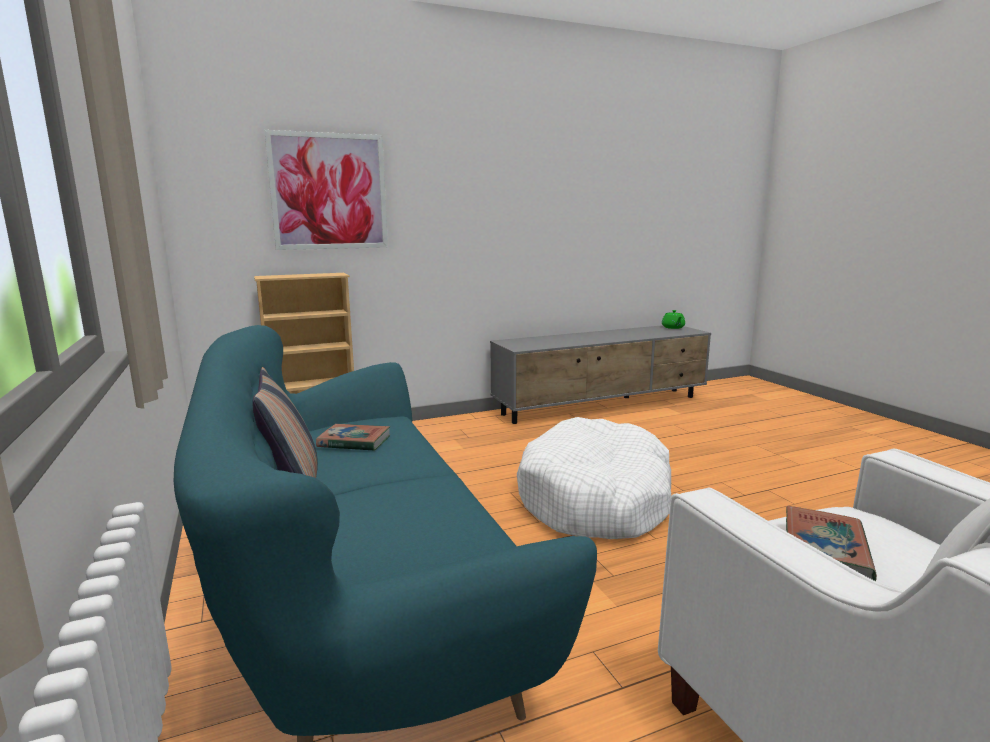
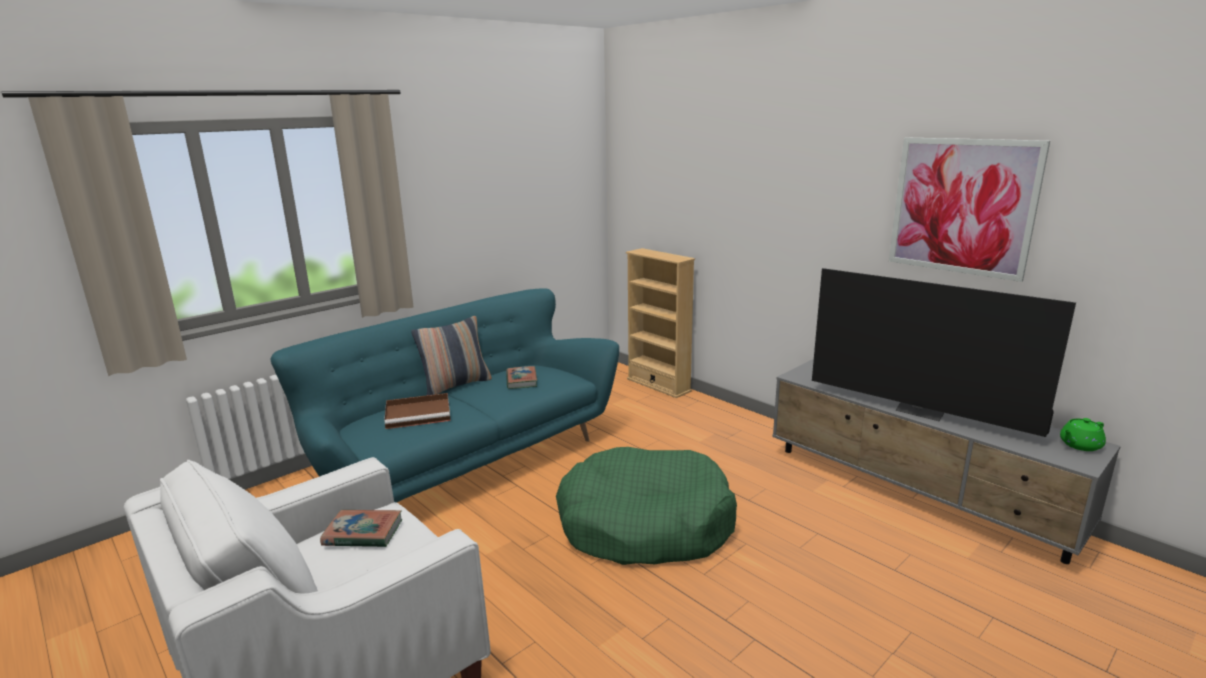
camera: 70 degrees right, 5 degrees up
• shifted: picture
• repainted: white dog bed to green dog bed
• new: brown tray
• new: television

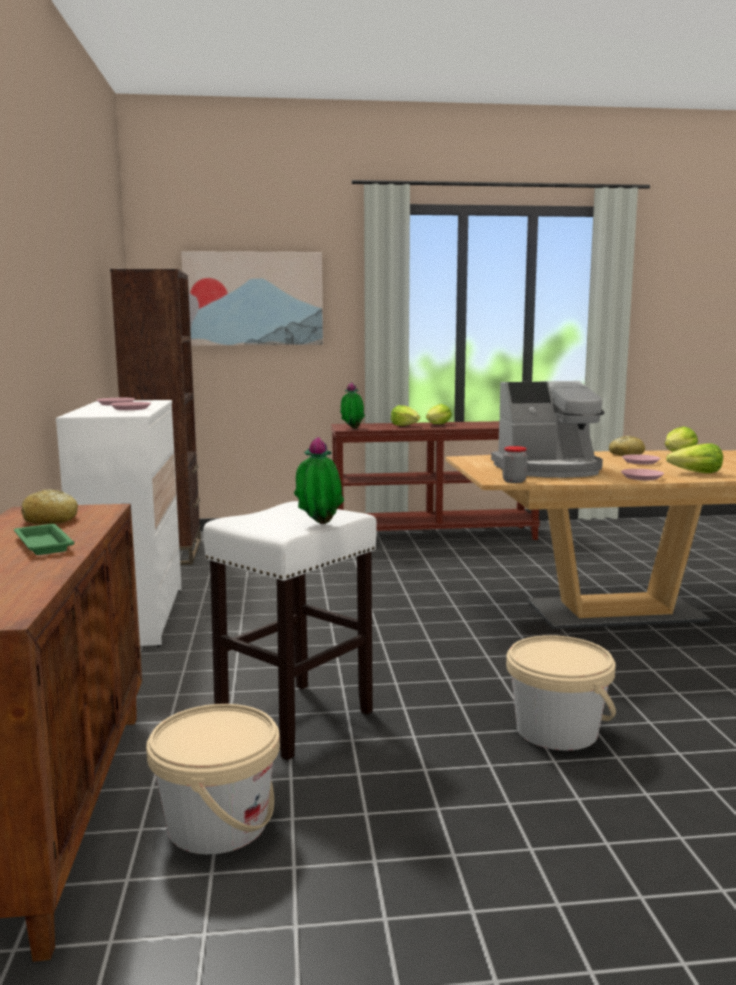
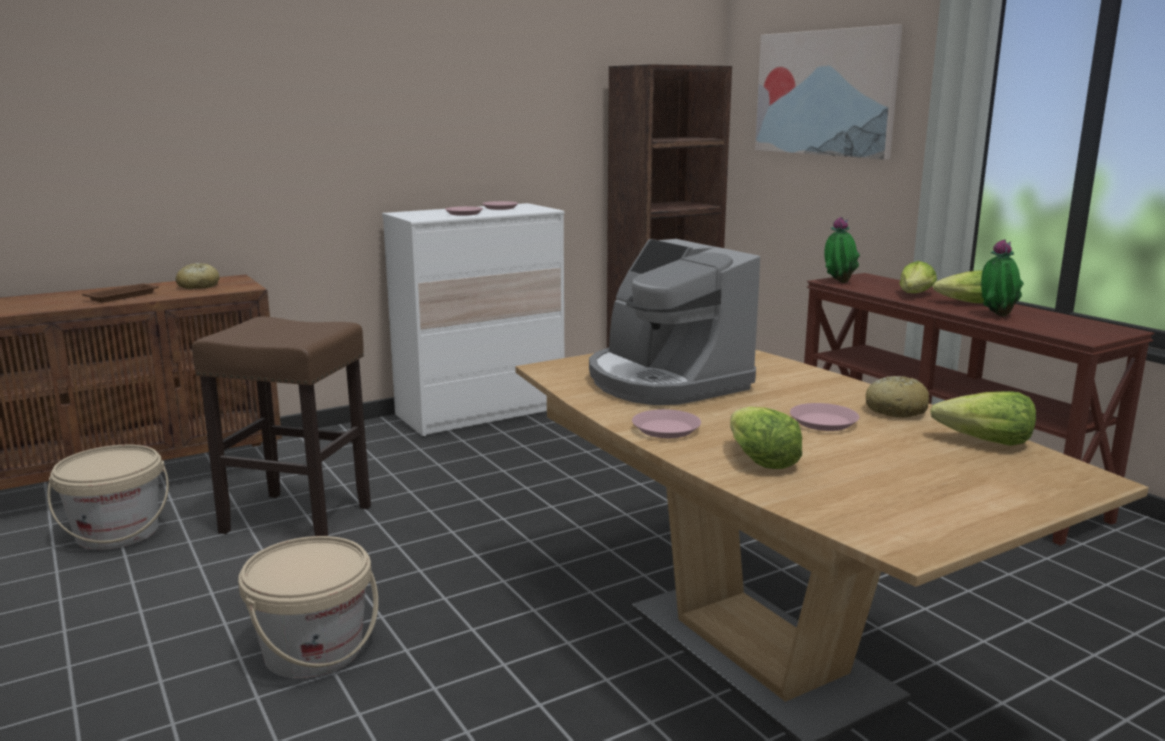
camera: 65 degrees right, 5 degrees up
• repainted: green tray to brown tray
• repainted: white stool to brown stool
• shifted: potted plant (no. 1 from left in the first image) to potted plant (no. 2 from left)
• gone: jar

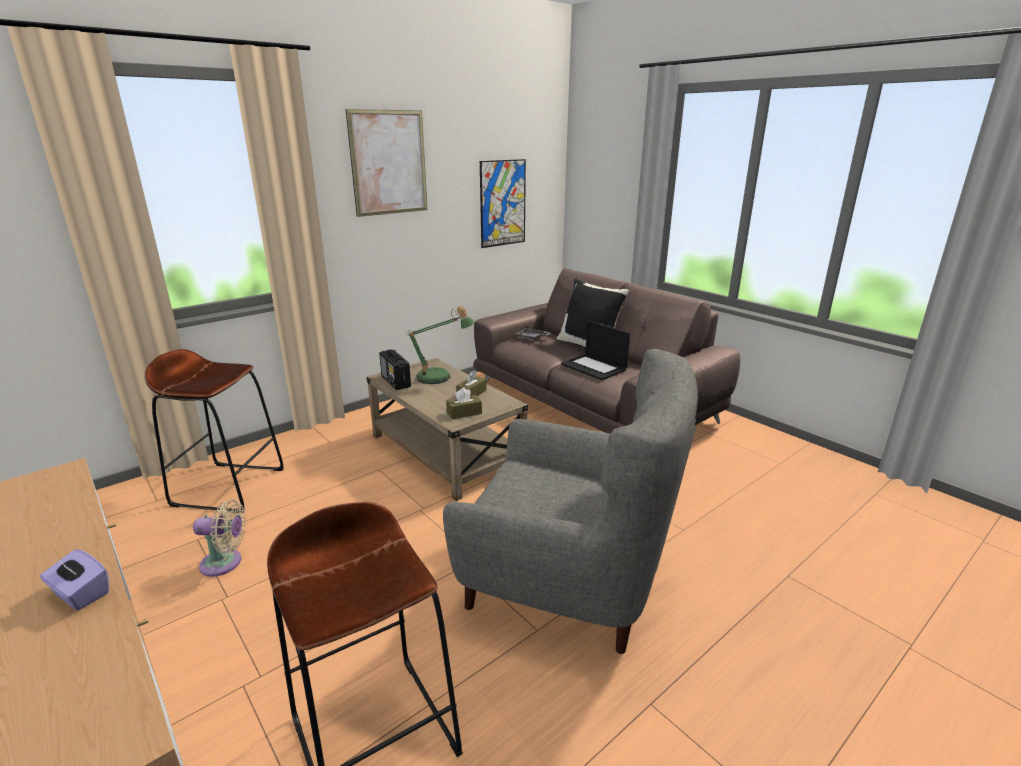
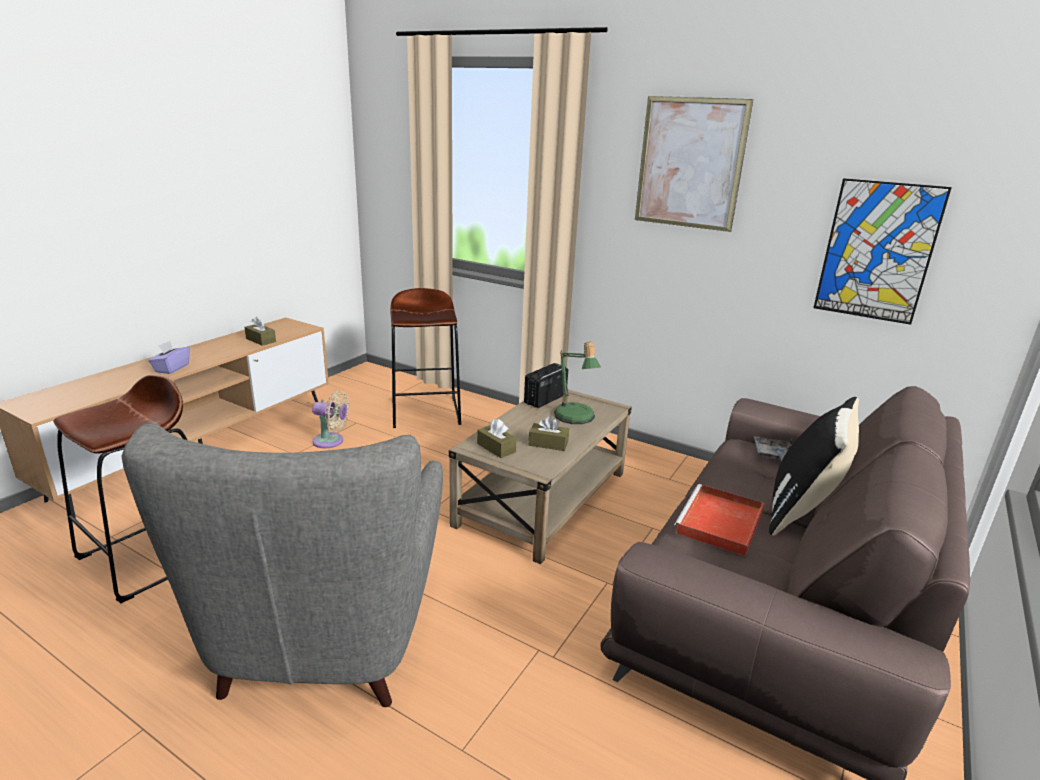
camera: 70 degrees right, 0 degrees up
• rotated: beige fan 60 degrees counterclockwise
• swapped: laptop to red tray
• new: brown tissue box (no. 1 from left)

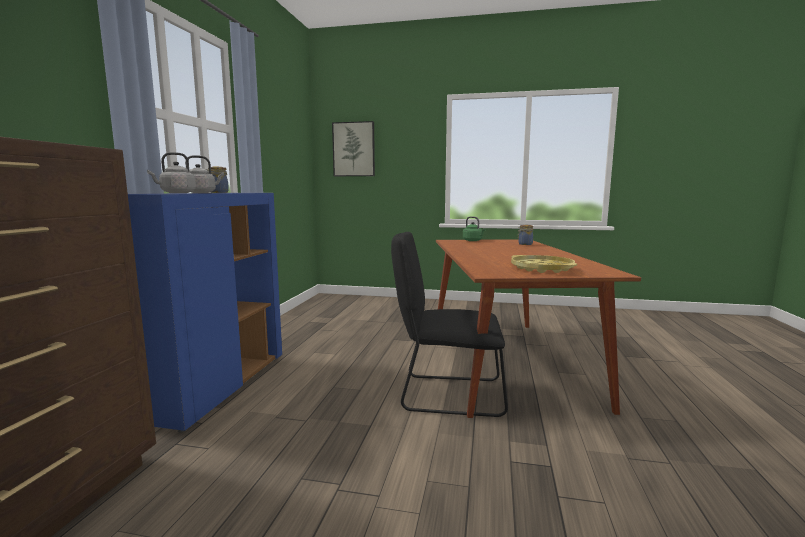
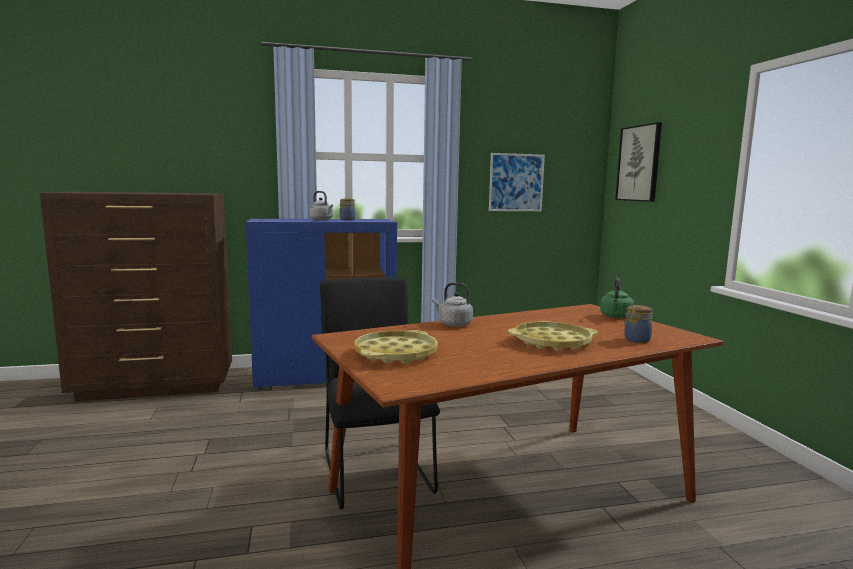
camera: 65 degrees right, 0 degrees up
• shifted: grey kettle (no. 1 from left in the first image) to grey kettle (no. 2 from left)
• new: picture (no. 1 from left)
• new: yellow tray (no. 2 from left)

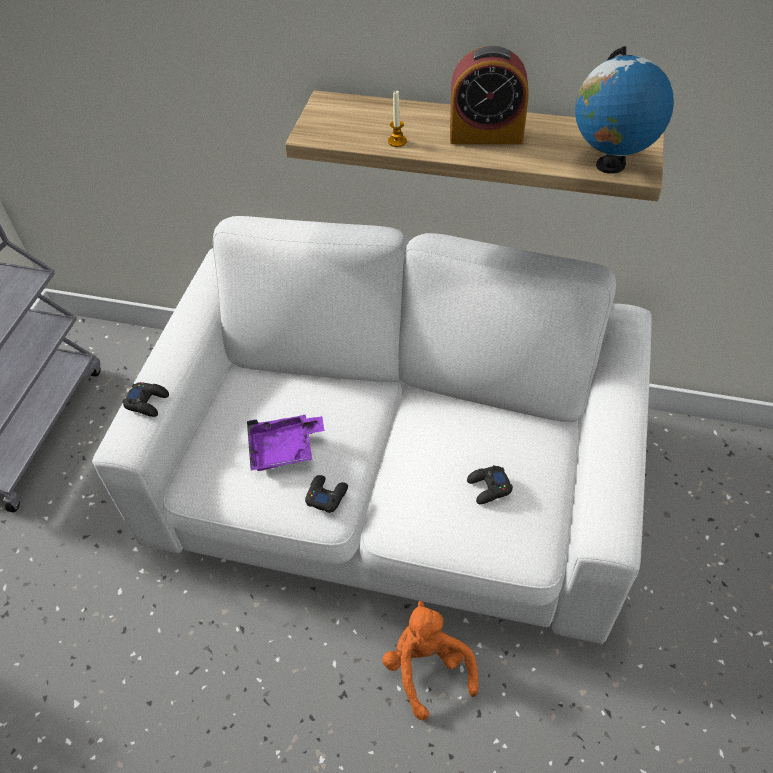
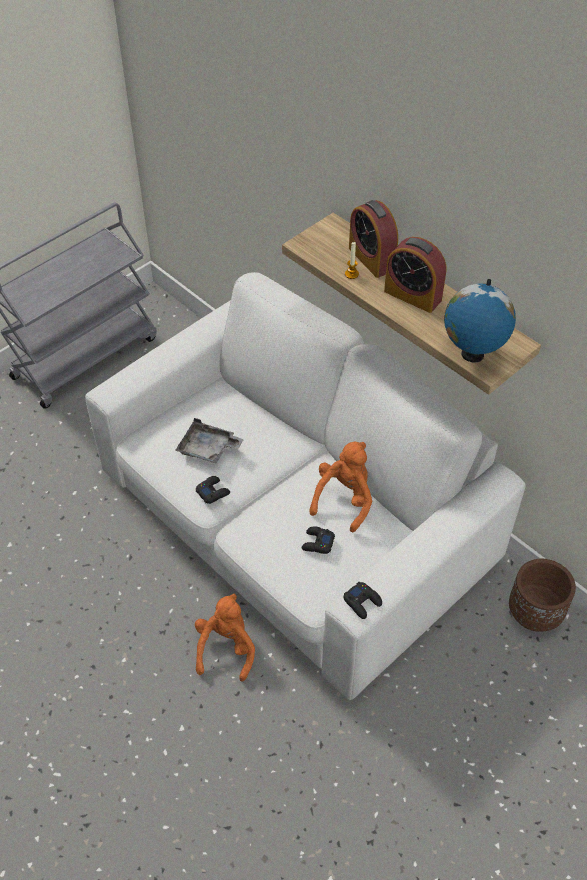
camera: 30 degrees right, 0 degrees up
• shifted: black game controller (no. 1 from left in the first image) to black game controller (no. 3 from left)
• repainted: purple tray to grey tray
• new: orange plush toy (no. 2 from left)
• new: alarm clock (no. 1 from left)
• new: brown planter

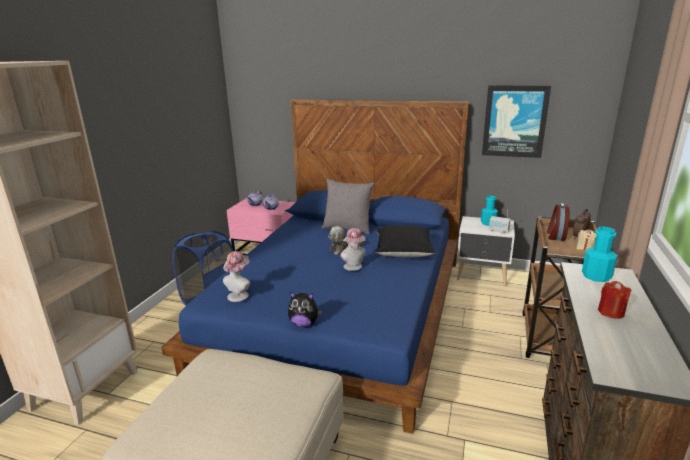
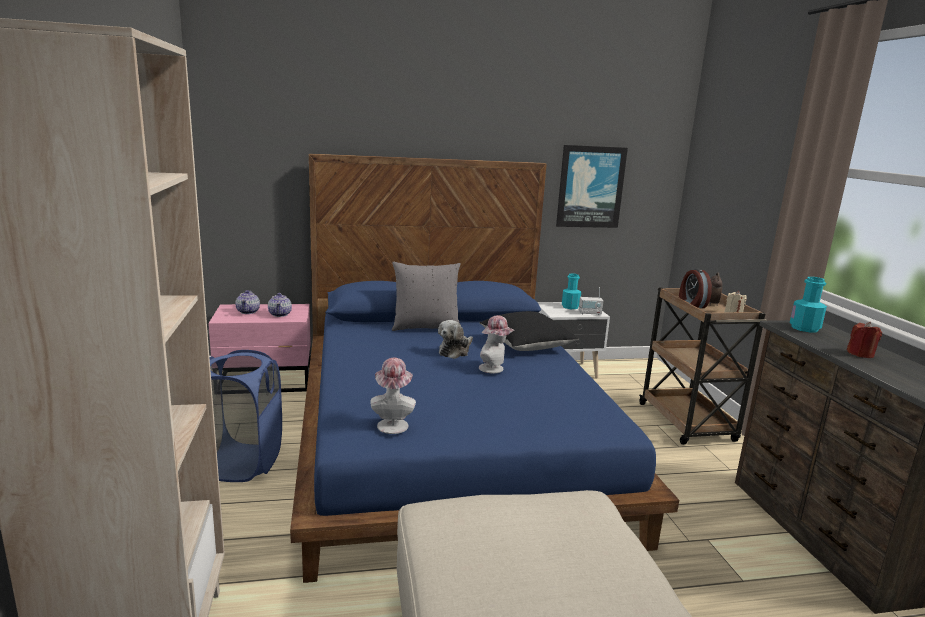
camera: 30 degrees left, 5 degrees down
• gone: plush toy (no. 1 from left)

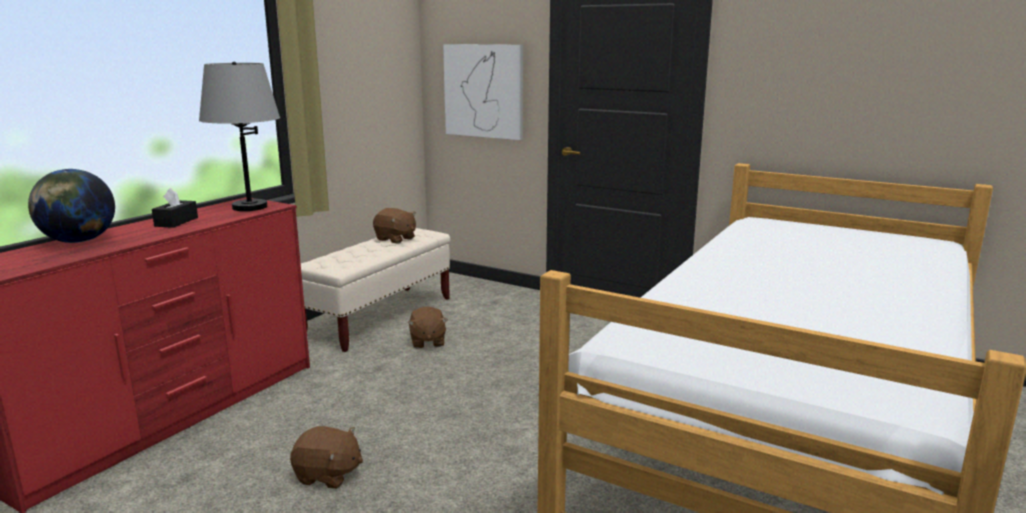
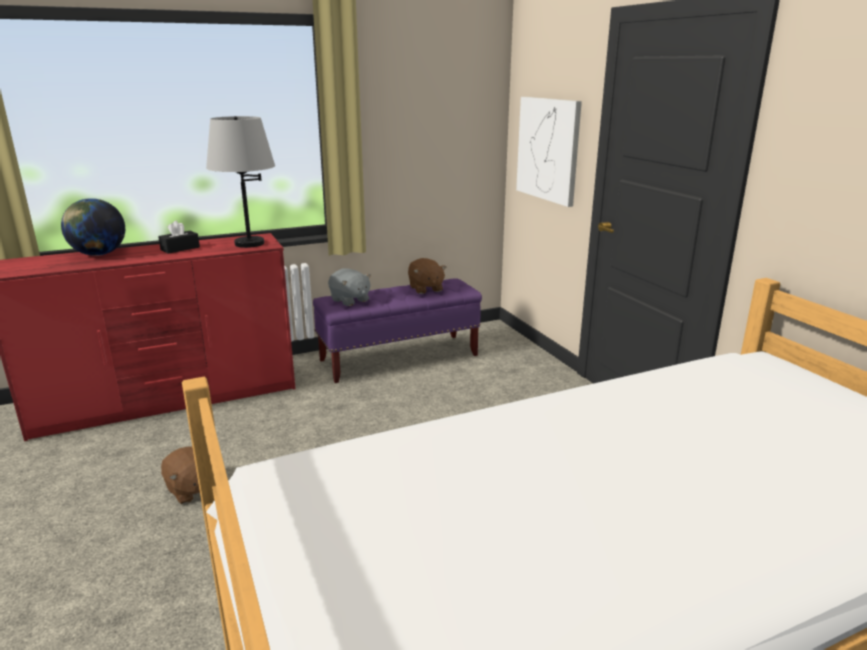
camera: 35 degrees right, 5 degrees up
• repainted: beige bench to purple bench
• gone: brown plush toy (no. 3 from left)
• new: grey plush toy

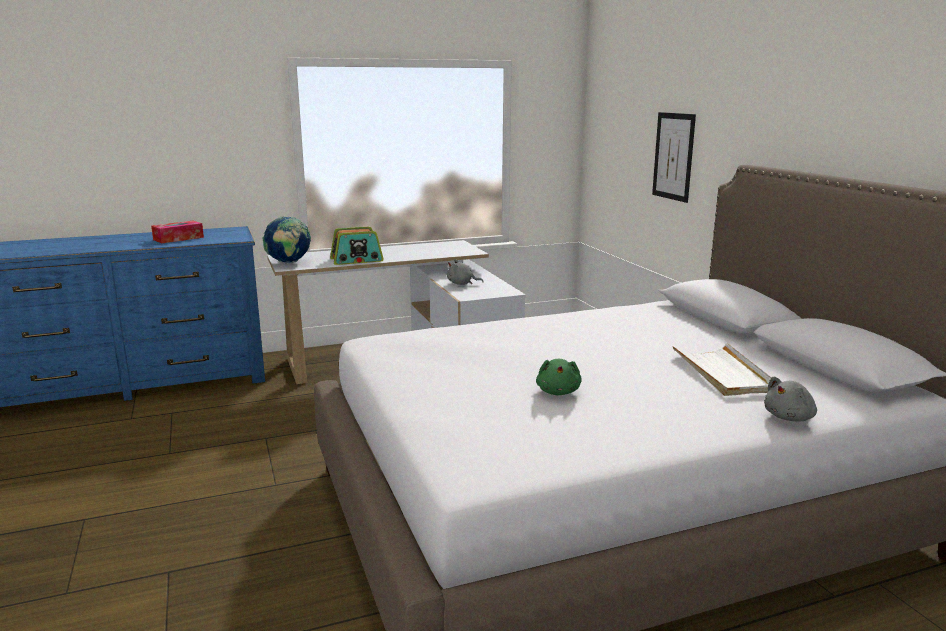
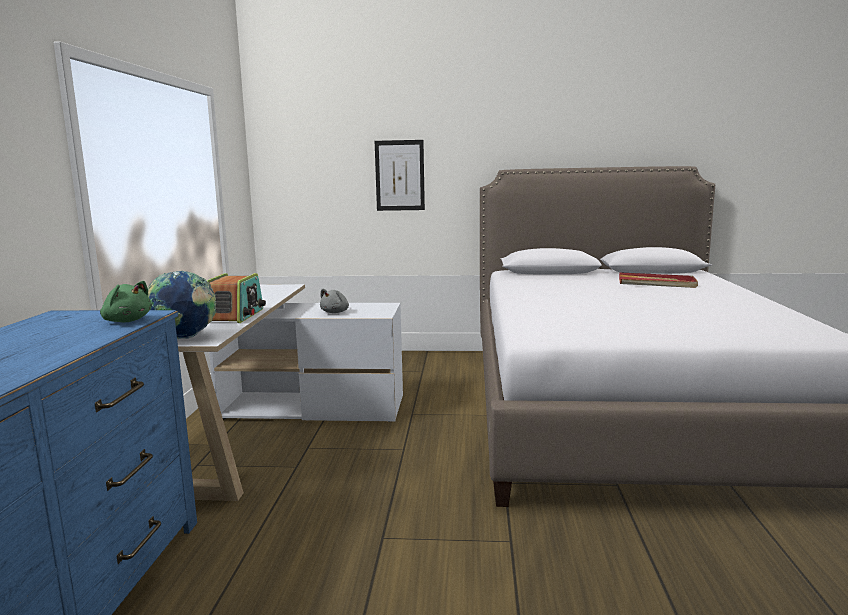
camera: 65 degrees left, 5 degrees down
• gone: tissue box
• shifted: green plush toy
• repainted: white tray to red tray
• gone: grey plush toy (no. 2 from left)

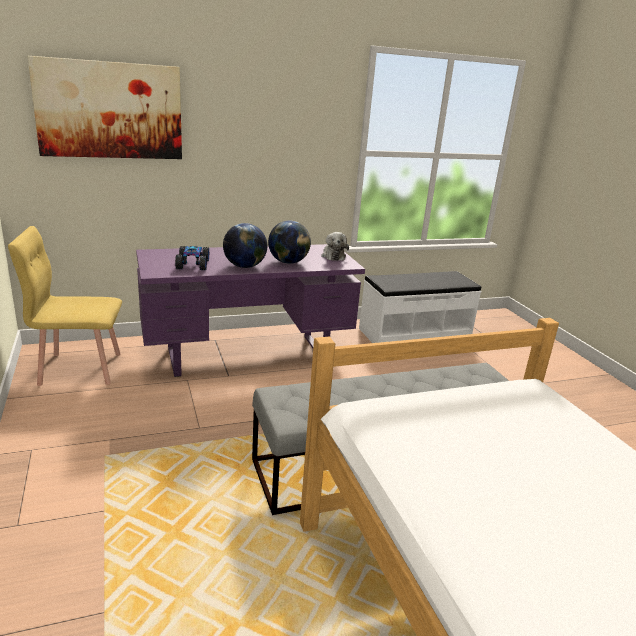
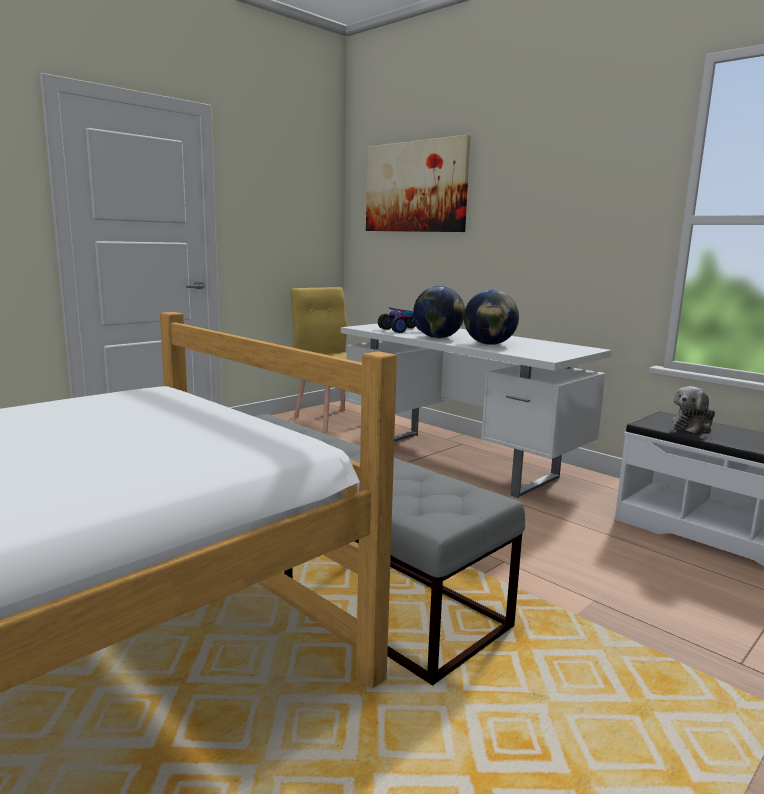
camera: 65 degrees right, 10 degrees down
• repainted: purple desk to white desk
• shifted: plush toy

